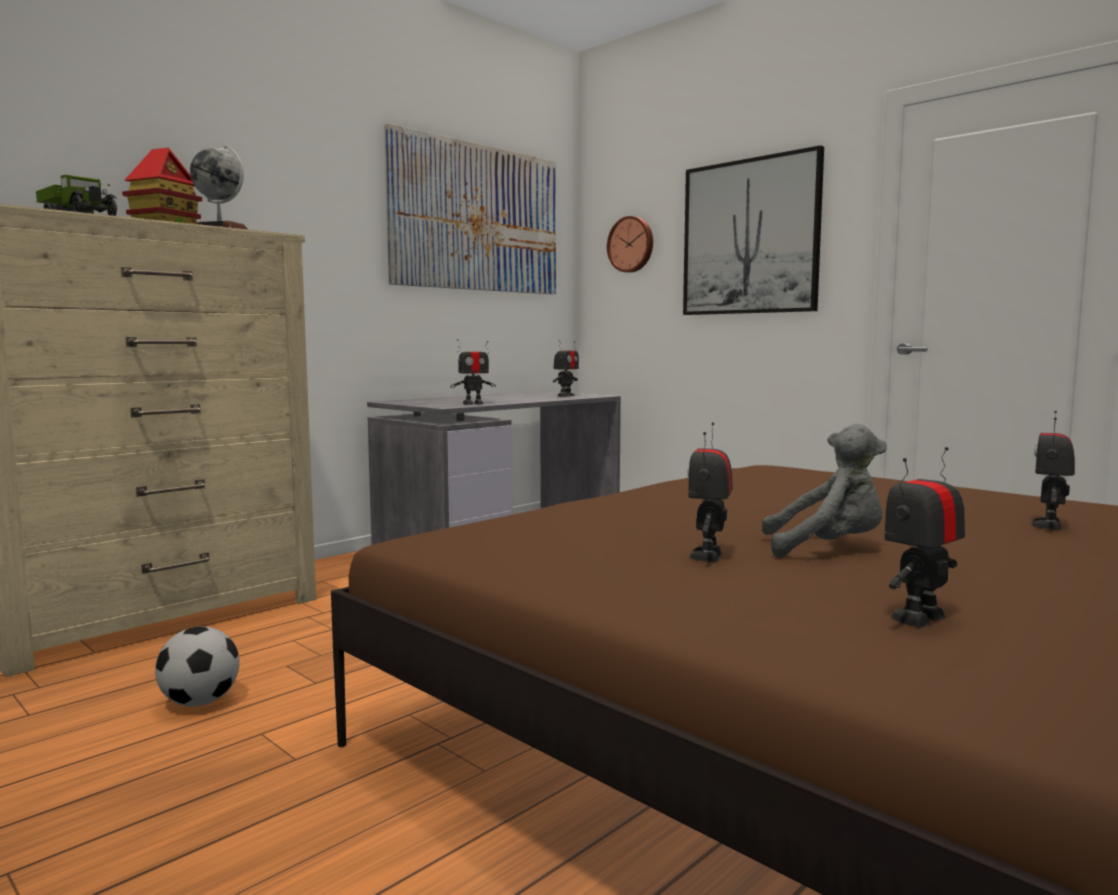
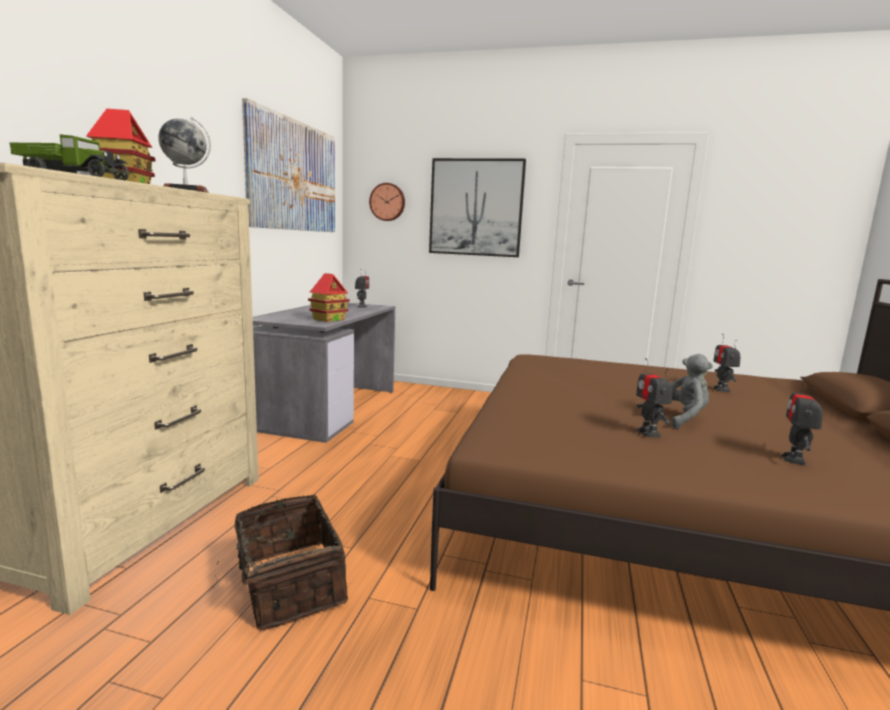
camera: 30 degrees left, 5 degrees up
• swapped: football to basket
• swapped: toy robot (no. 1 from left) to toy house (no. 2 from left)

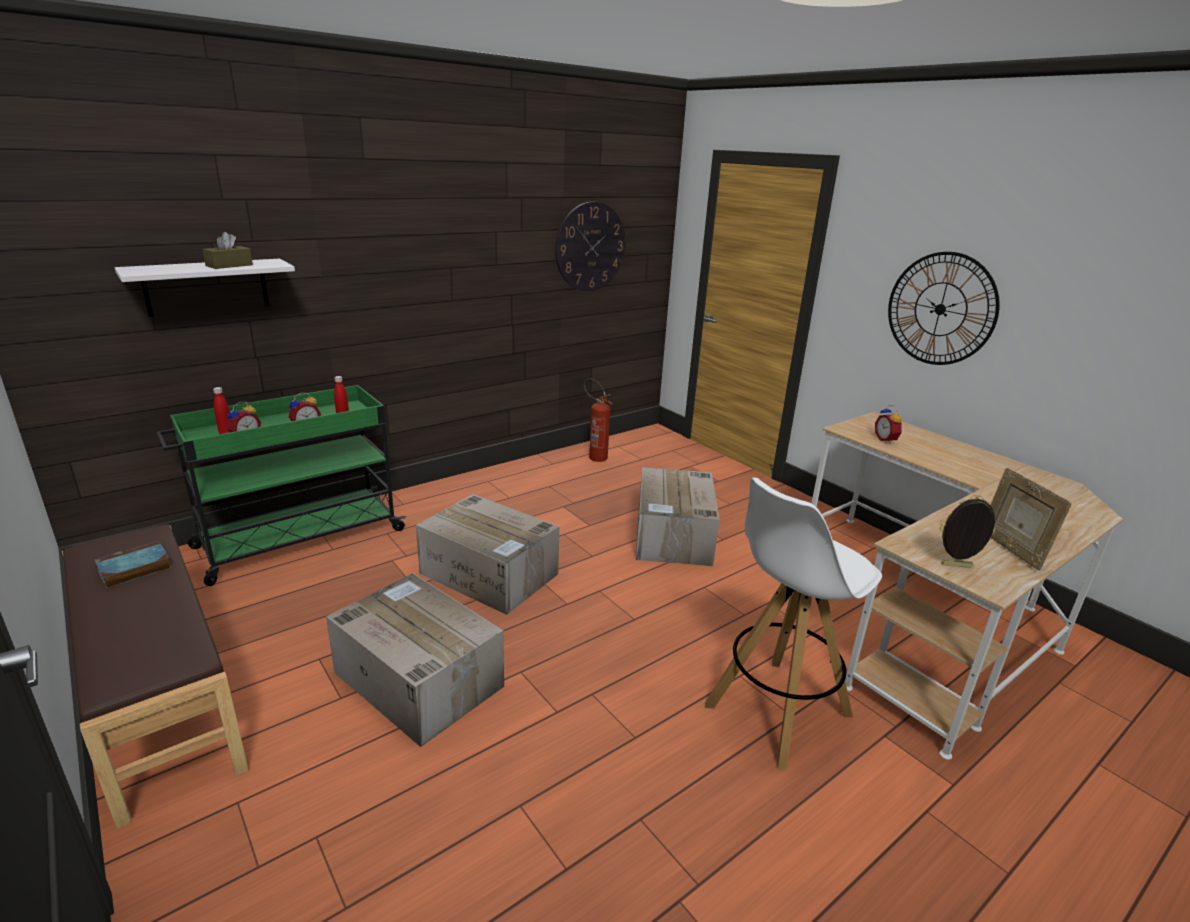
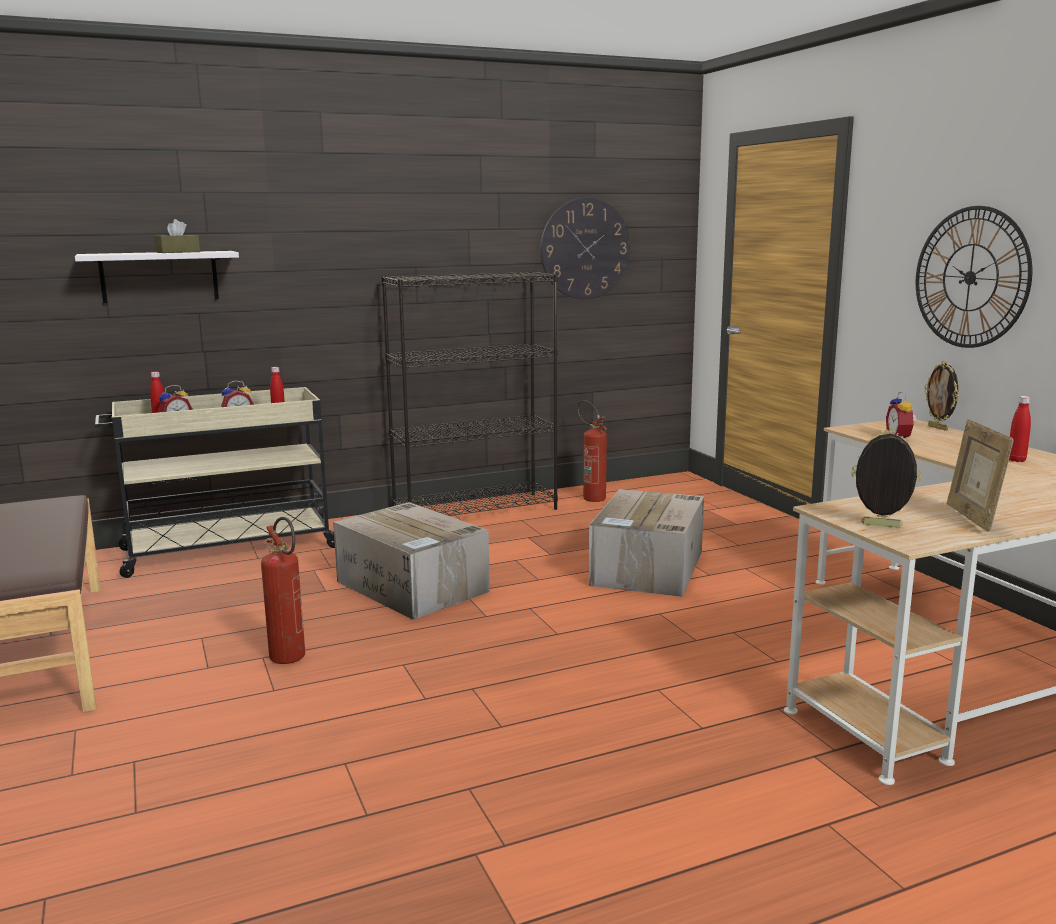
camera: 15 degrees right, 10 degrees down
• gone: book
• repainted: green cart to beige cart
• swapped: cardboard box (no. 1 from left) to fire extinguisher (no. 1 from left)
• gone: white stool
• new: black bookcase
• new: picture frame (no. 2 from left)
• new: red bottle (no. 3 from left)

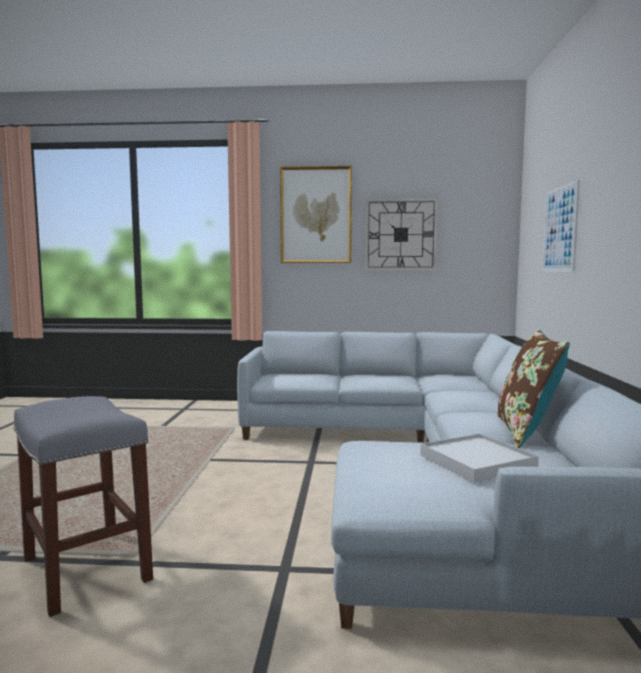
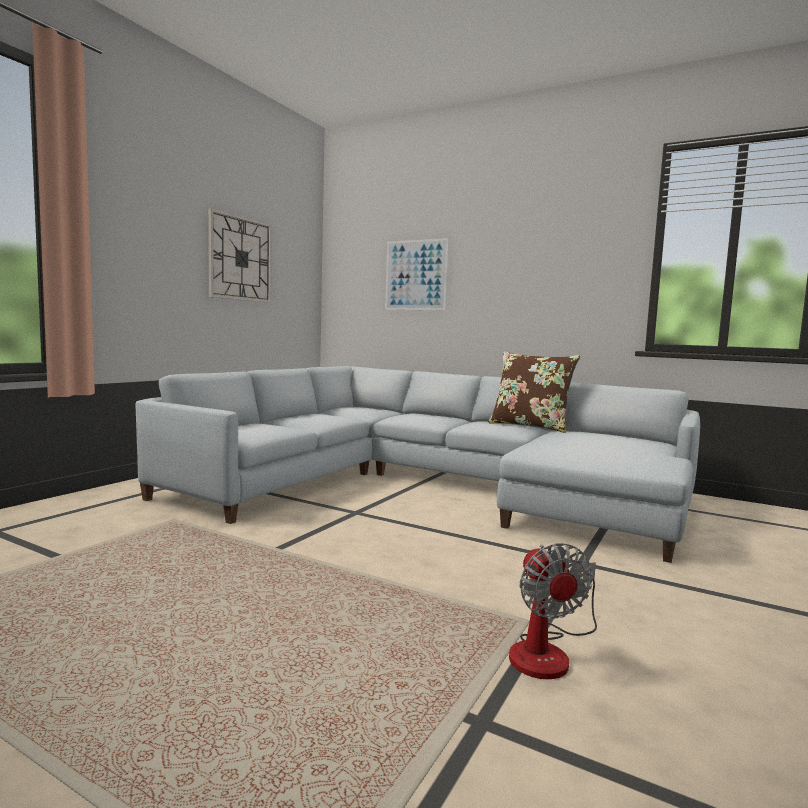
camera: 65 degrees left, 0 degrees up
• swapped: grey stool to fan
• gone: picture (no. 1 from left)
• gone: white tray

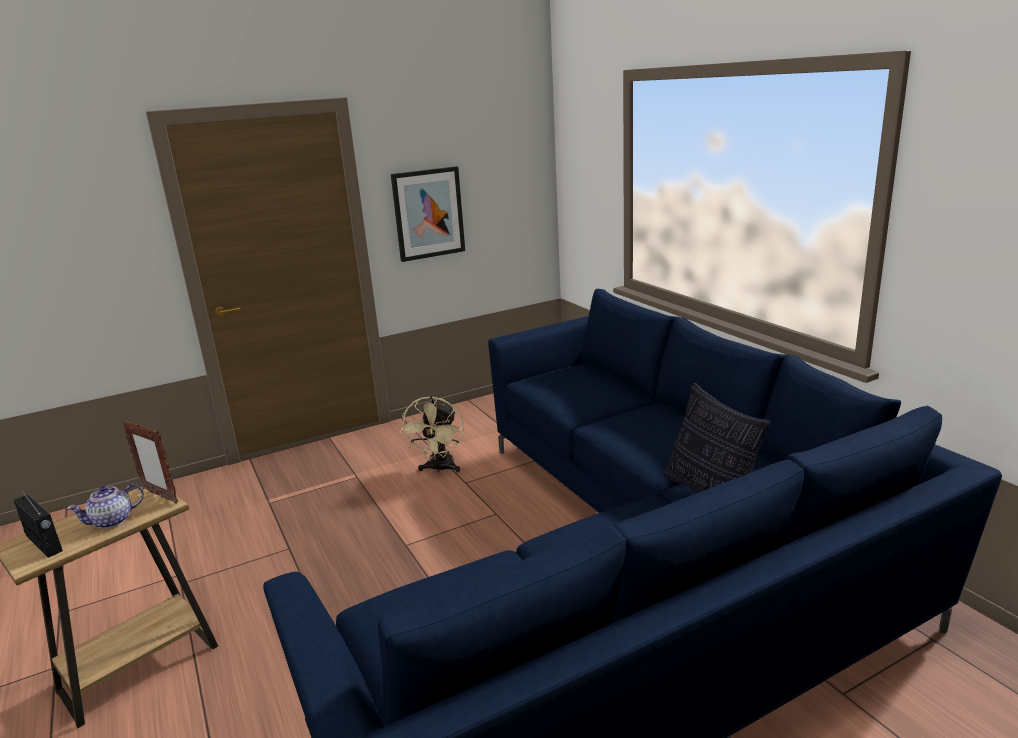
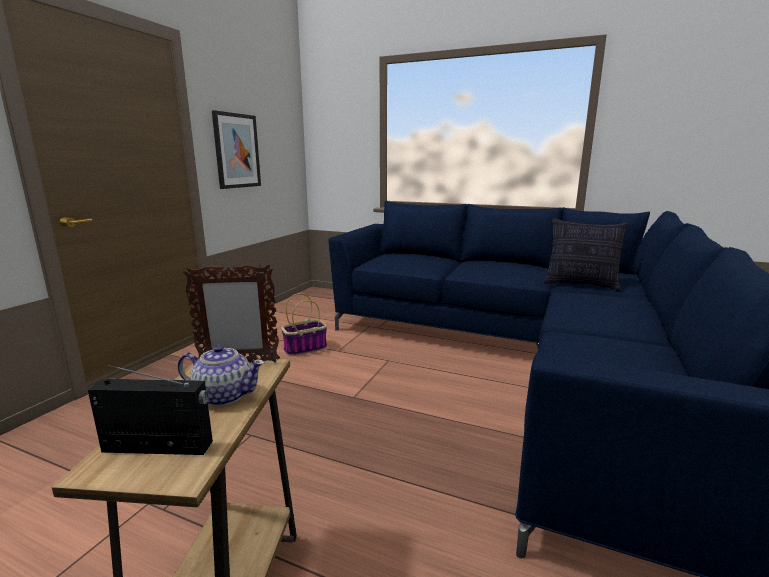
camera: 40 degrees left, 5 degrees down
• rotated: teapot 90 degrees counterclockwise
• swapped: beige fan to basket

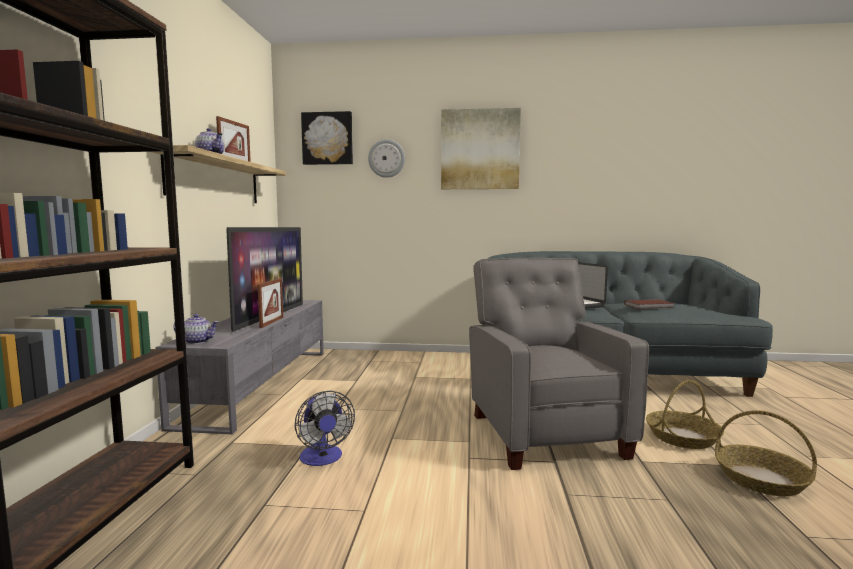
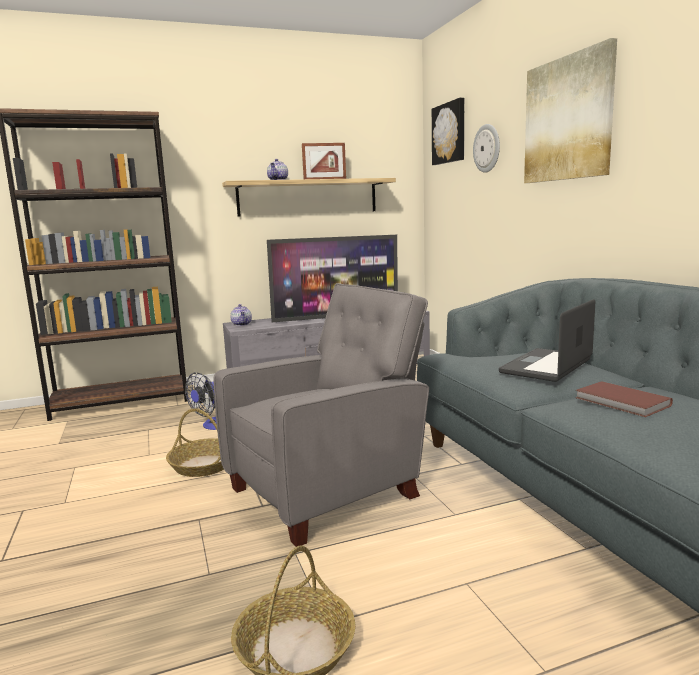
camera: 65 degrees right, 5 degrees up
• gone: picture frame (no. 2 from left)
• shifted: basket (no. 1 from left)

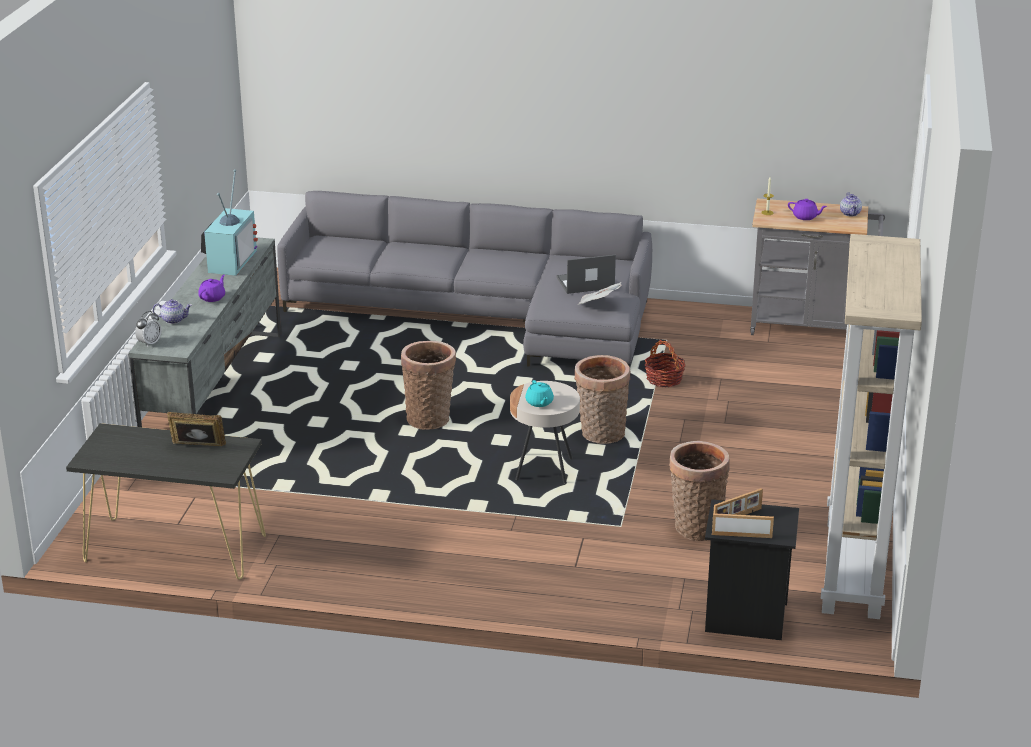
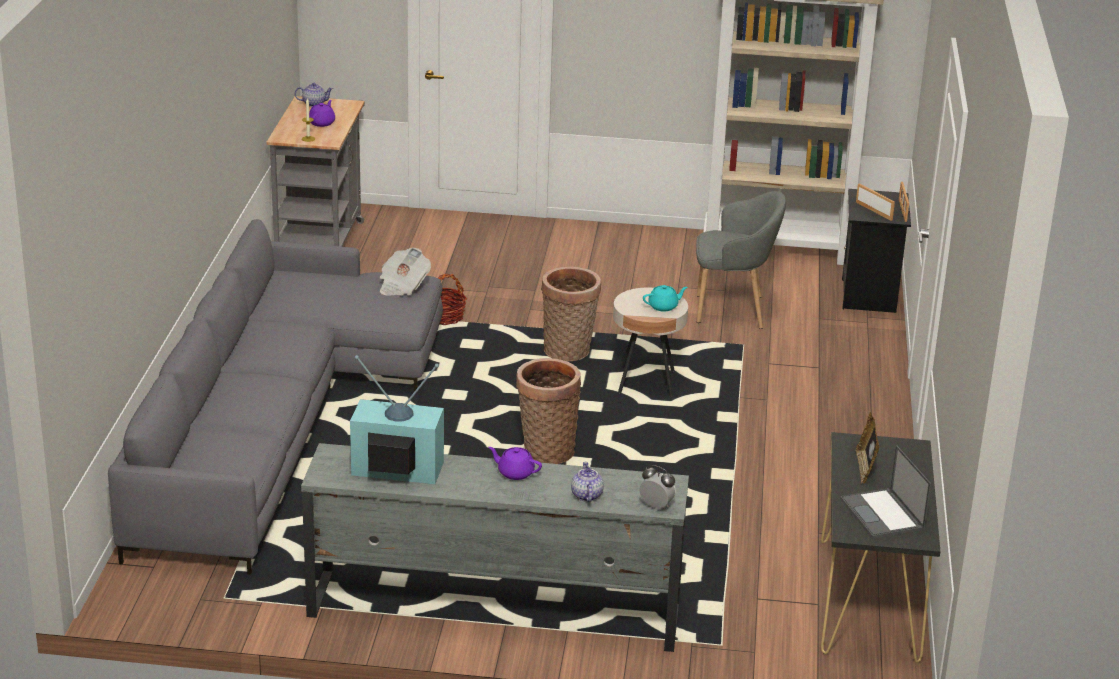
camera: 95 degrees left, 0 degrees up
• shifted: laptop
• swapped: basket (no. 4 from left) to grey armchair

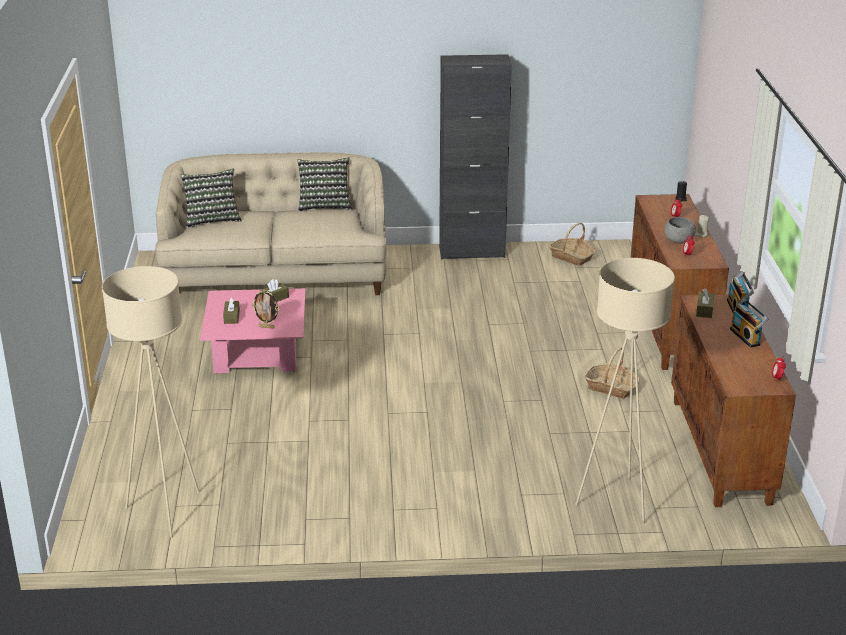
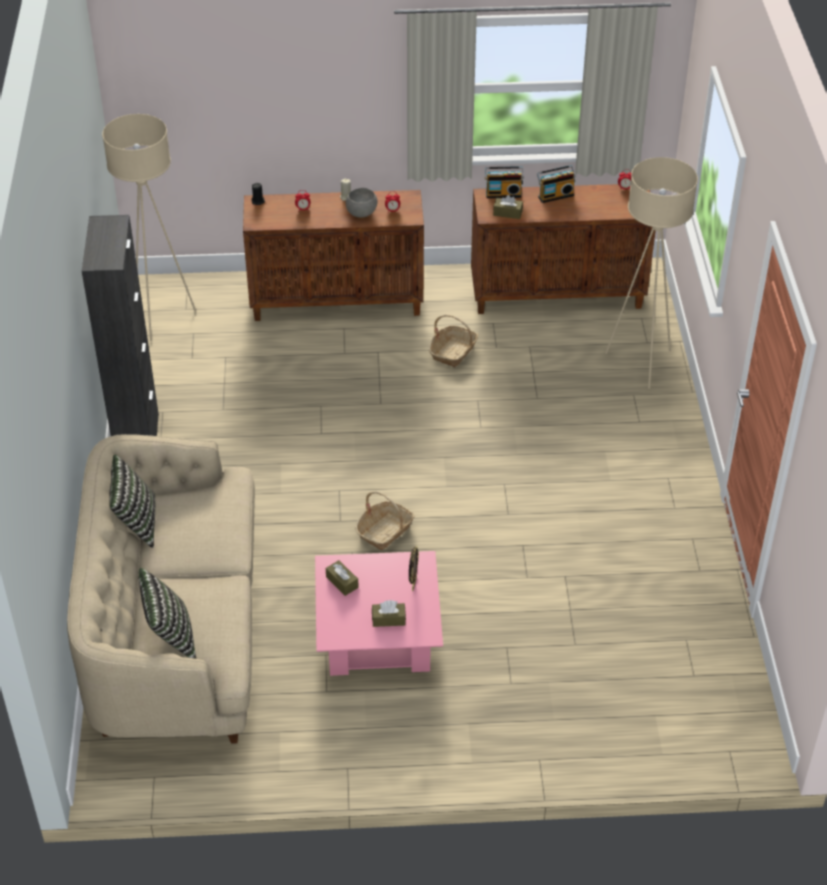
camera: 90 degrees left, 15 degrees up
• shifted: beige floor lamp (no. 1 from left)
• shifted: basket (no. 1 from left)

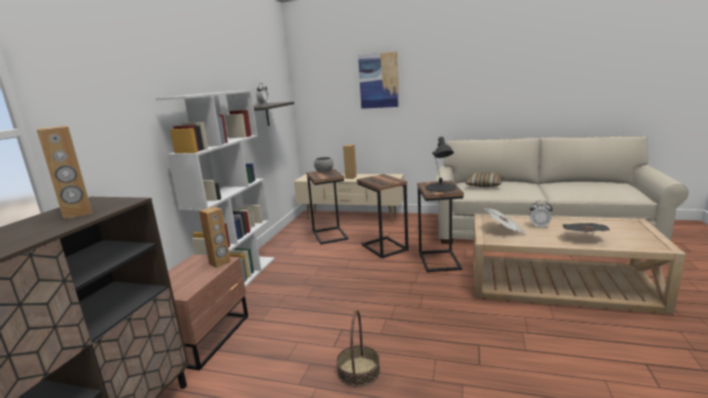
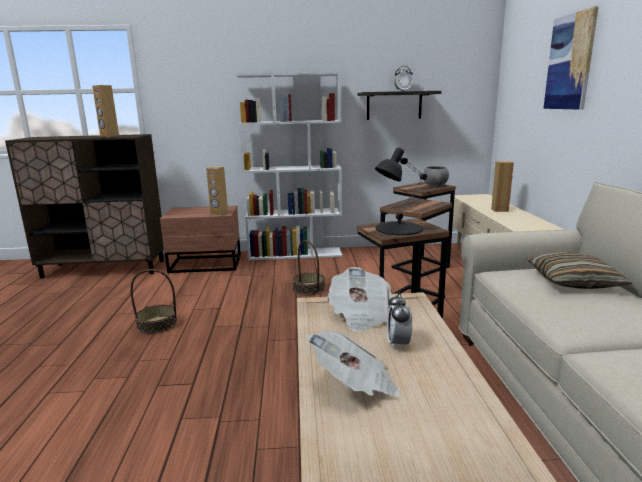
camera: 70 degrees right, 0 degrees up
• new: basket (no. 2 from left)

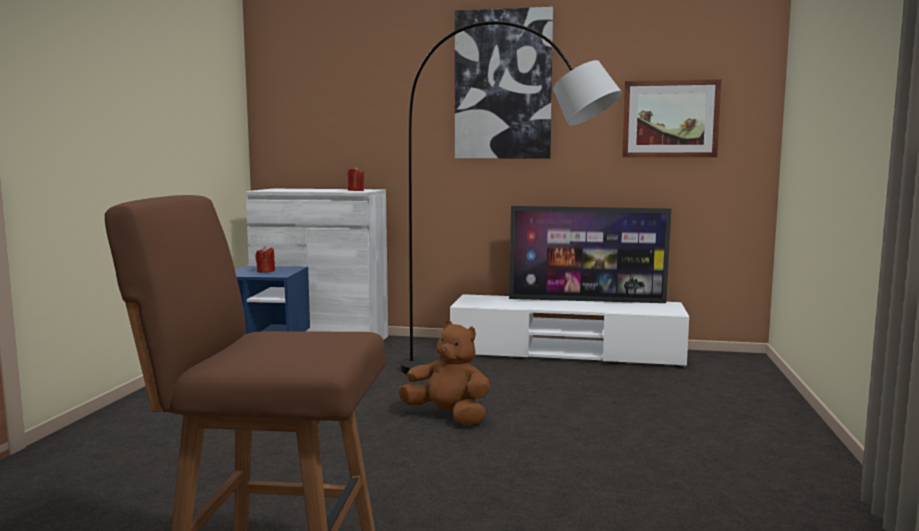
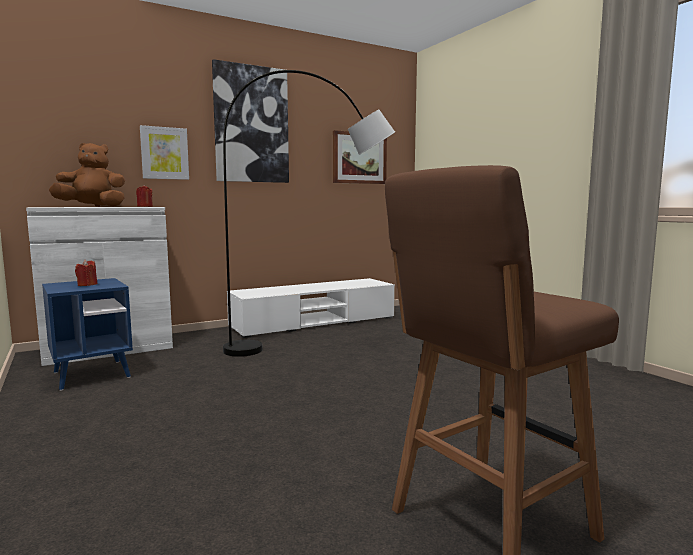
camera: 40 degrees left, 0 degrees up
• shifted: brown plush toy
• gone: television
• new: picture (no. 1 from left)

